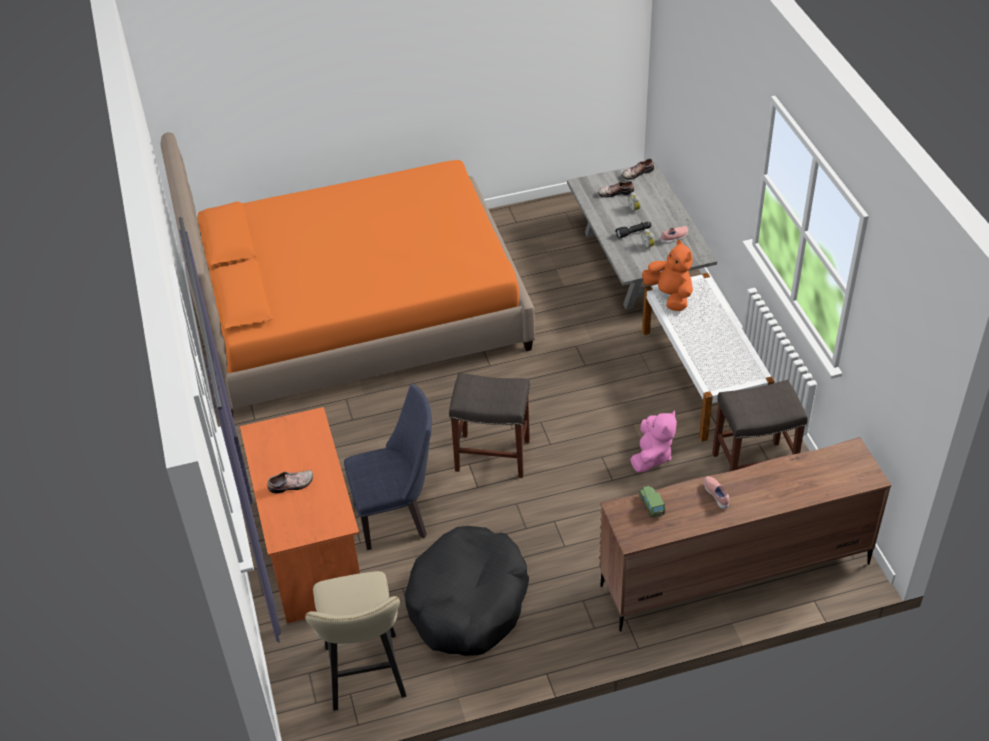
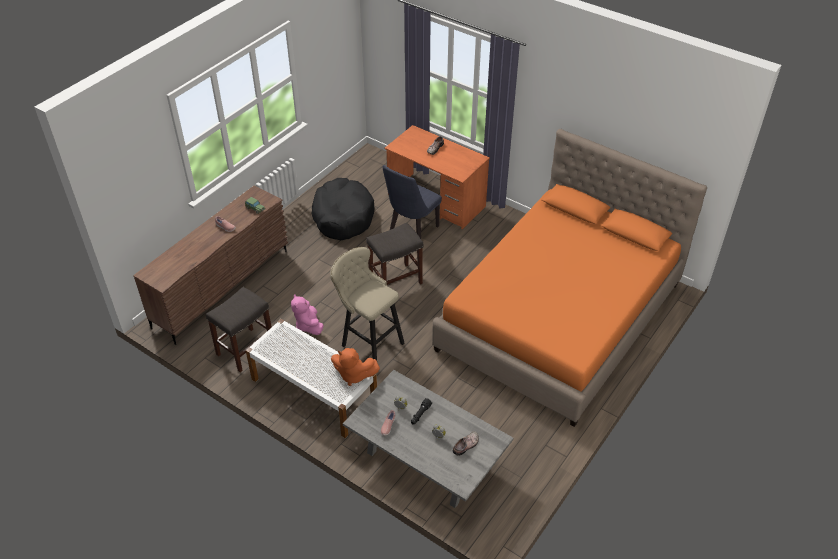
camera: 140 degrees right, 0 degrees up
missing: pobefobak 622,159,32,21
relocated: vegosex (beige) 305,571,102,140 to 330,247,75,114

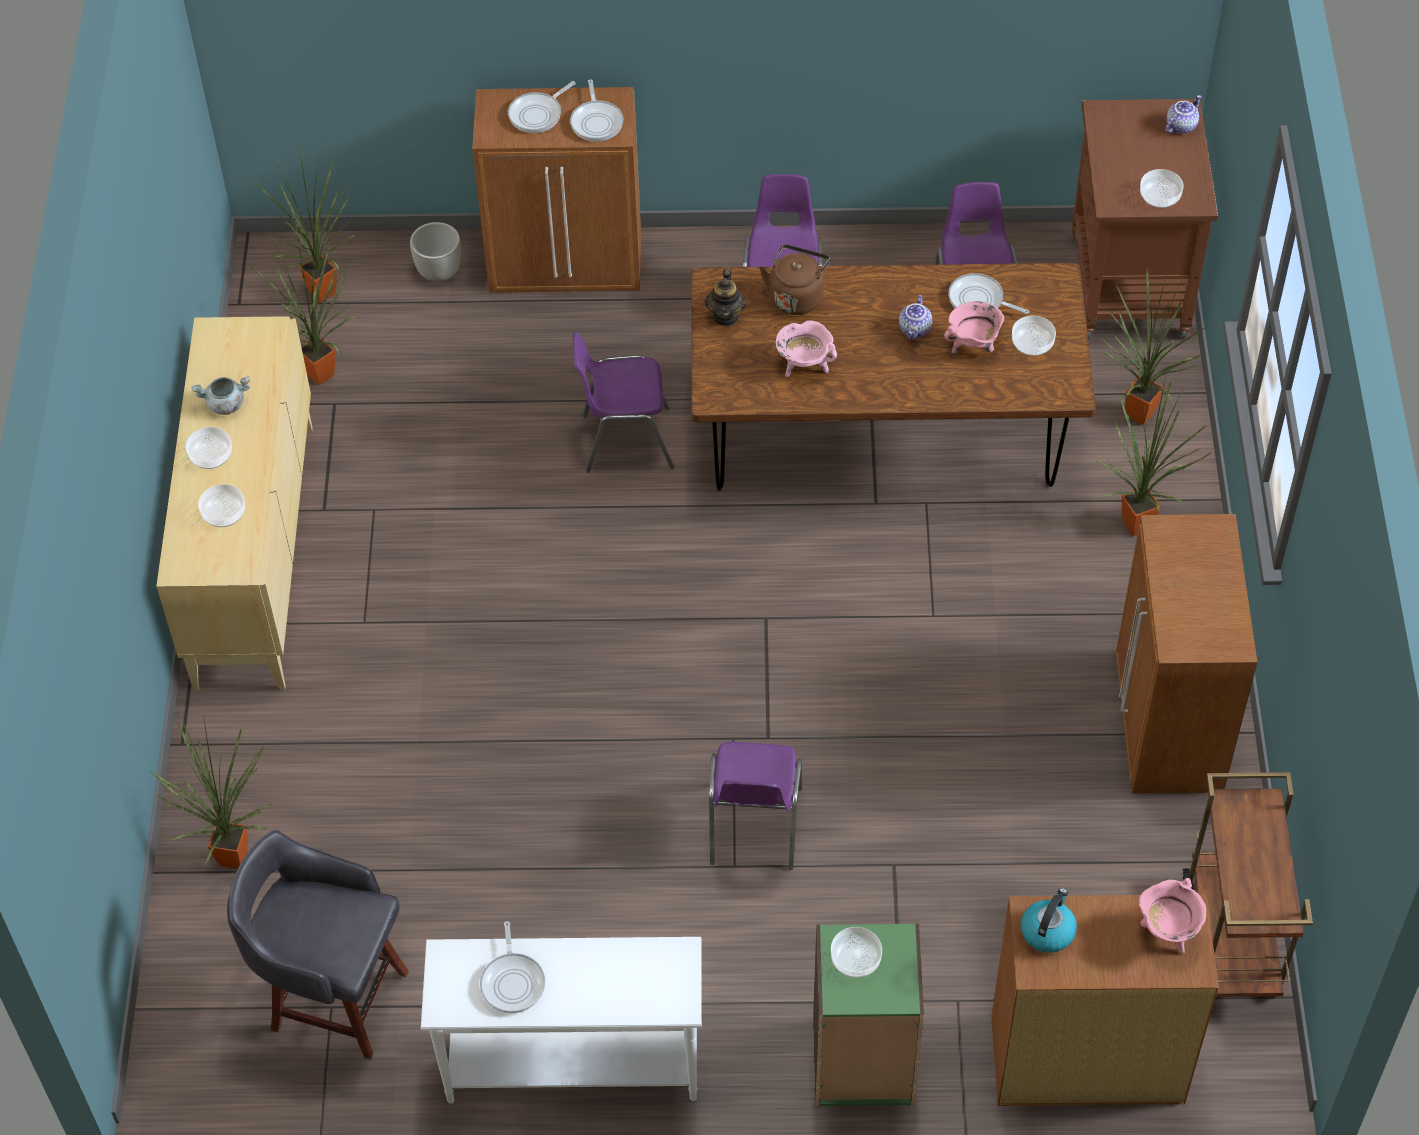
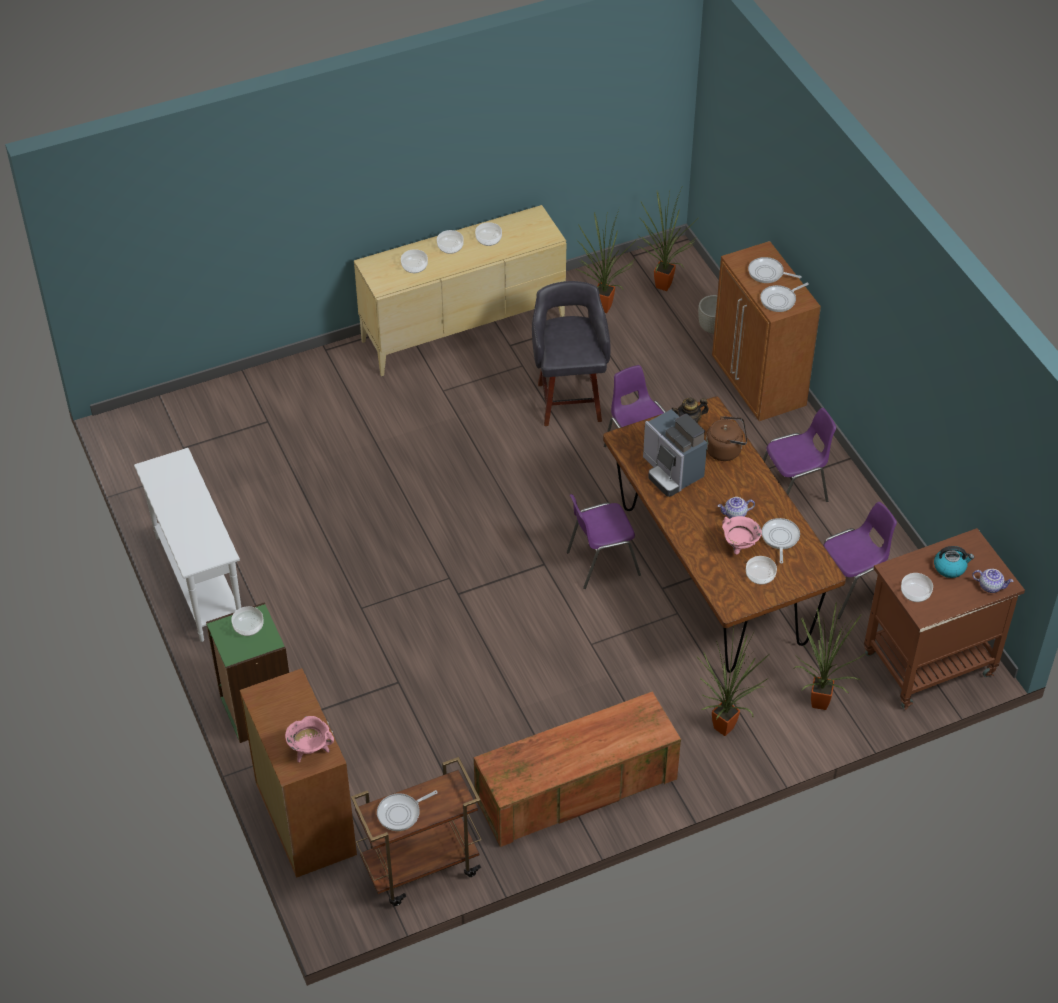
camera: 65 degrees right, 5 degrees down
missing: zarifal 150,710,123,159
relocated: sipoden 480,921,65,92 to 377,790,61,41; vegosex (grey) 227,830,182,230 to 532,281,79,145; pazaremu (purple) 709,742,93,128 to 567,494,74,95; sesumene 1021,888,56,65 to 934,546,40,32
exchanged: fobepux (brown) 1116,514,141,279 to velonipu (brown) 474,691,207,156; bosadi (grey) 192,376,58,39 to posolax 475,222,27,24; bosadi (pink) 776,320,61,57 to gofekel 643,409,64,88

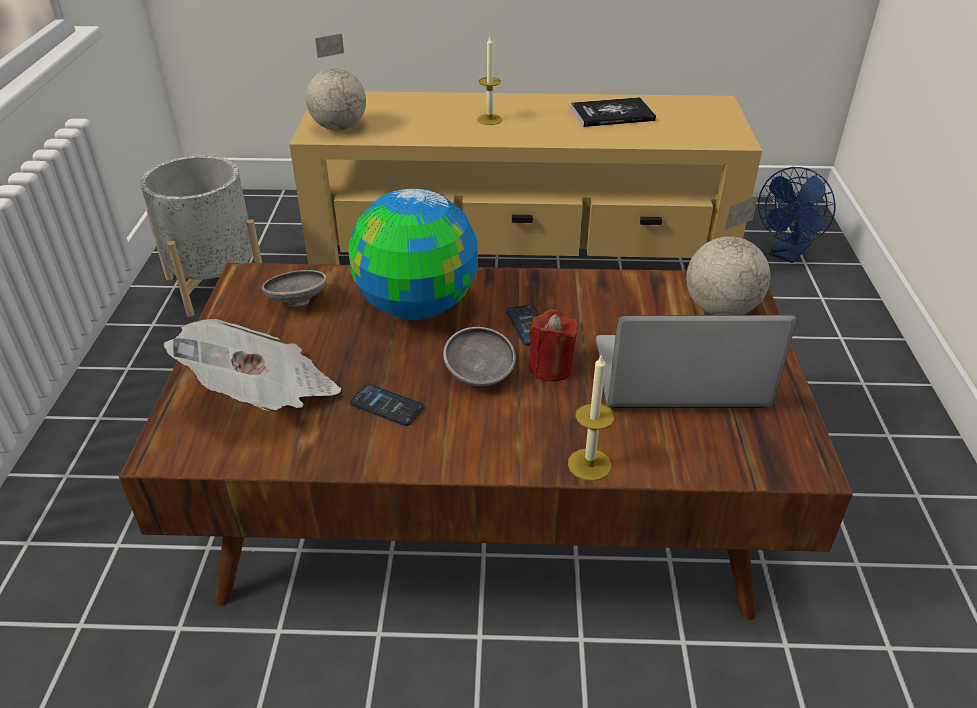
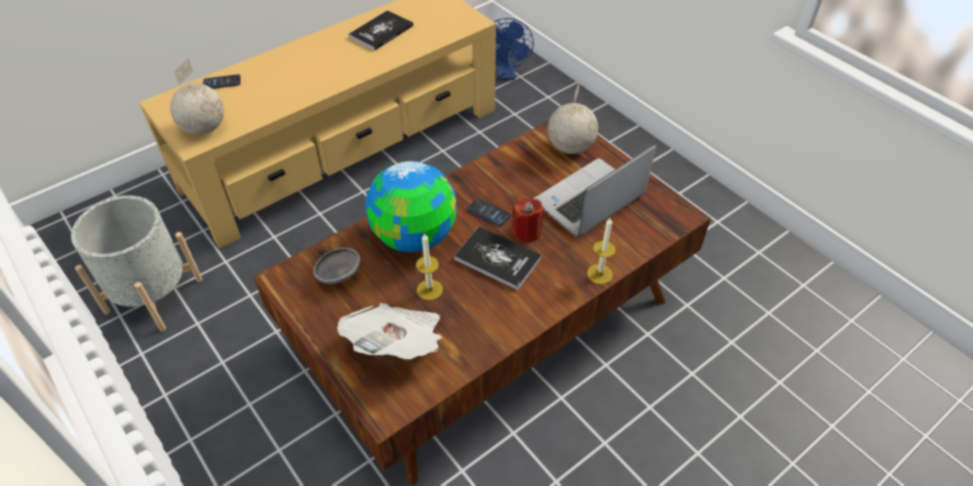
camera: 40 degrees left, 10 degrees up
relocated: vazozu 350,384,74,42 to 203,74,37,15; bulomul 477,37,25,88 to 416,233,27,67
exchanged: posolax (grey) 443,327,73,60 to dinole 454,227,88,63

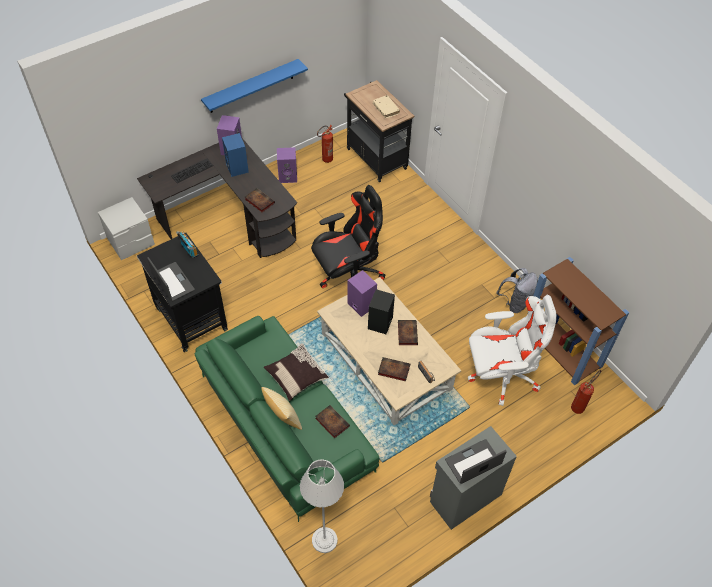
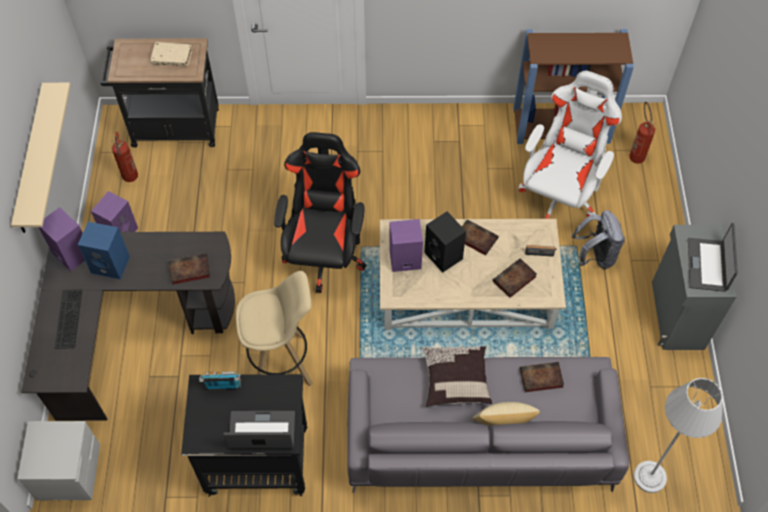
camera: 55 degrees left, 5 degrees up
appeared: vegosex (beige) 236,271,77,115
relocated: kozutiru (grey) 497,268,41,45 to 572,210,53,59
colour: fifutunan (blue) 201,59,107,54 to fifutunan (beige) 11,83,60,150; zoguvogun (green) 195,316,185,206 to zoguvogun (grey) 347,357,282,136

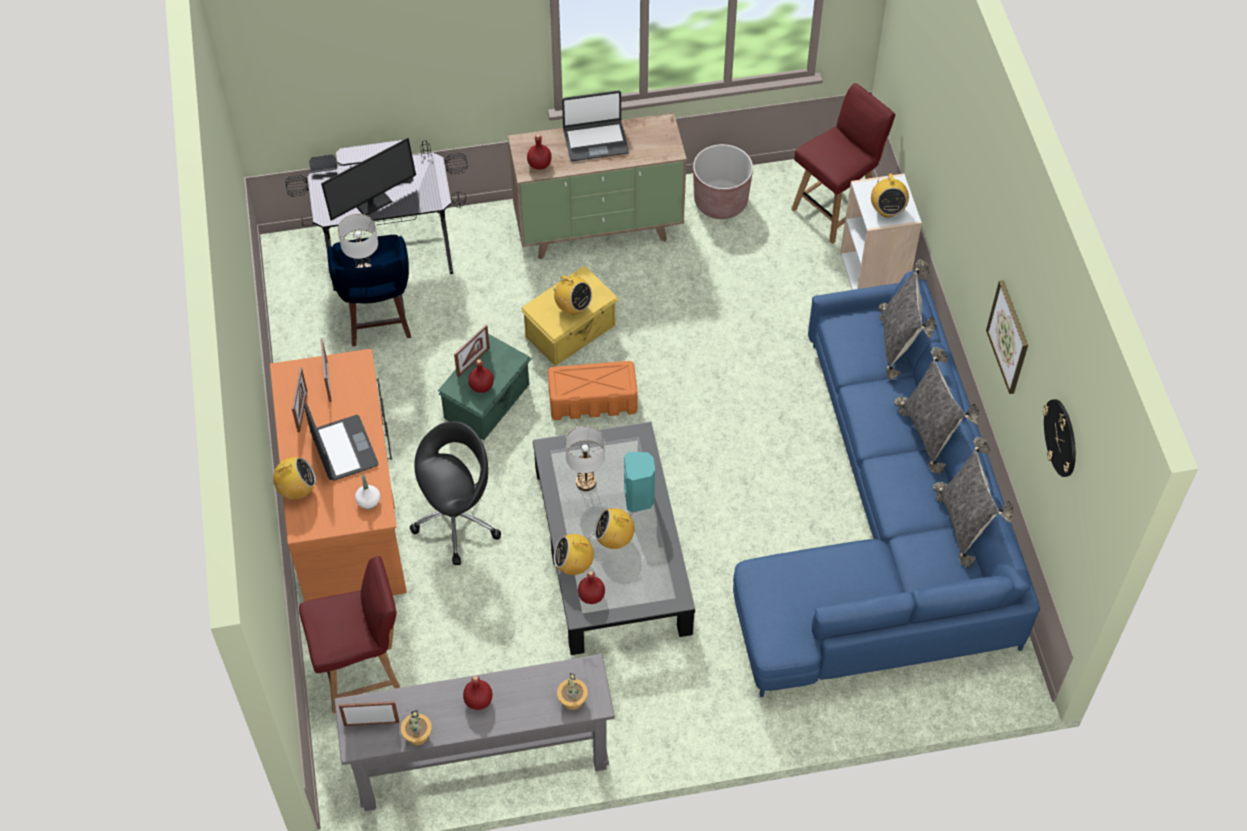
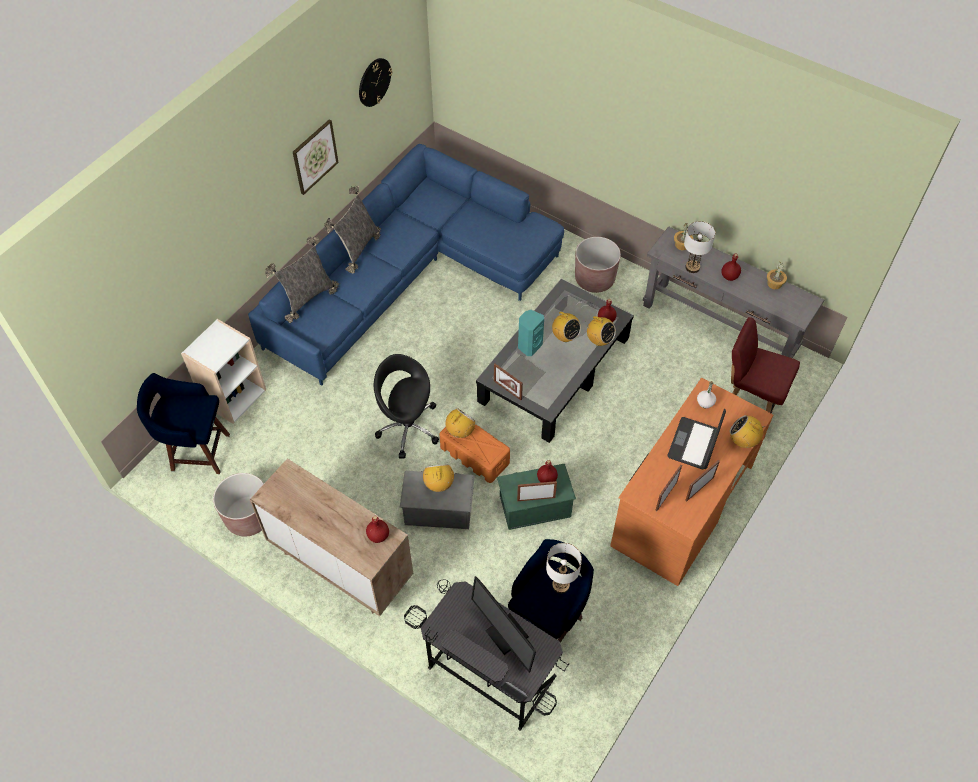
camera: 135 degrees left, 0 degrees up
missing: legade 562,90,67,71; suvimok 933,436,81,133
appeared: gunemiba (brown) 575,237,46,56
relocated: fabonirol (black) 410,421,91,144 to 374,354,65,105; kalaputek 871,174,38,43 to 446,408,29,30; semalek 339,701,60,25 to 494,364,29,36; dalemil 565,426,40,65 to 684,221,32,52
exchanged: pazaremu (red) 791,83,104,161 to vegosex (blue) 137,373,93,101
colour: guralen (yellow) 521,265,99,101 to guralen (grey) 400,471,75,58
spun: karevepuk 321,138,95,83 = 471,576,65,97 135 degrees counterclockwise

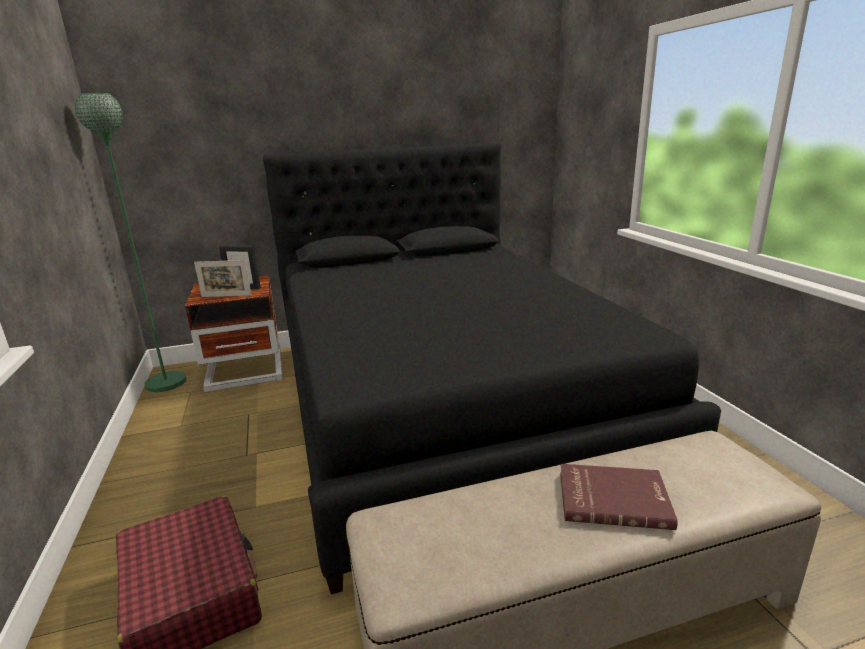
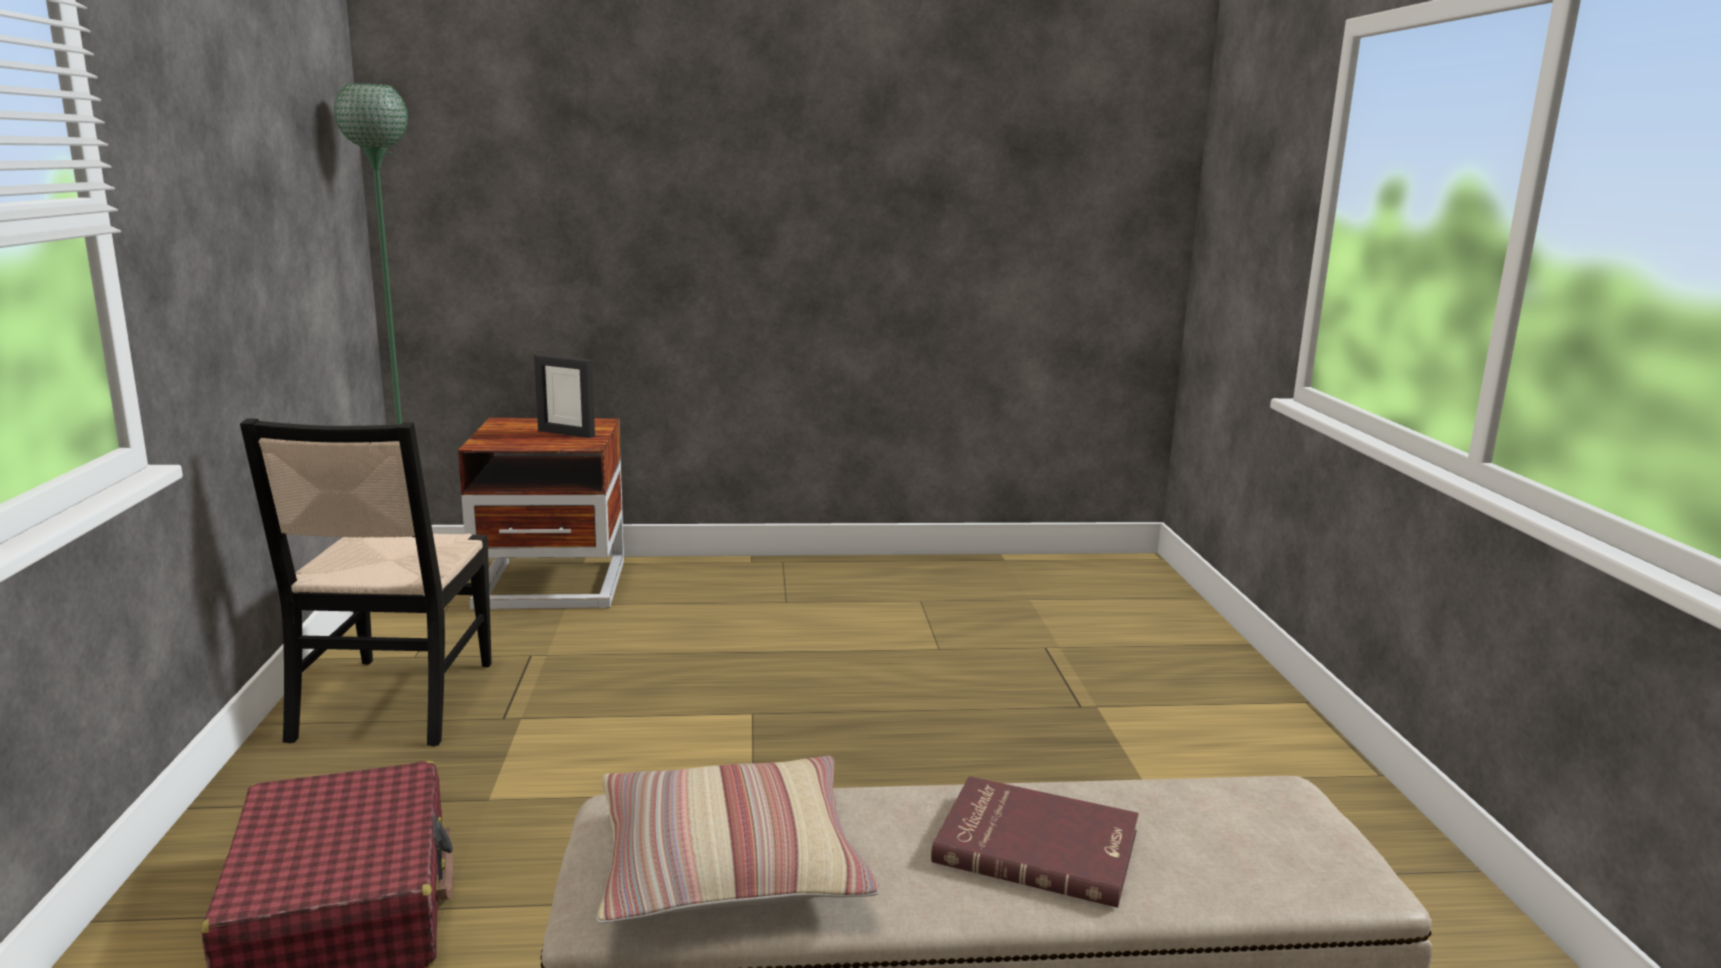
camera: 10 degrees right, 5 degrees down
missing: semalek 194,260,57,37; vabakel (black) 263,142,458,452
appeared: pazaremu 240,418,252,328; suvimok 596,756,284,168

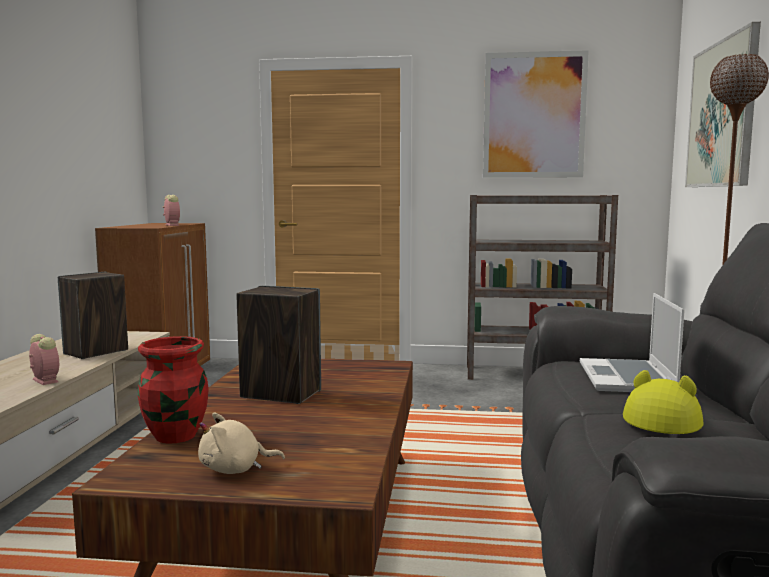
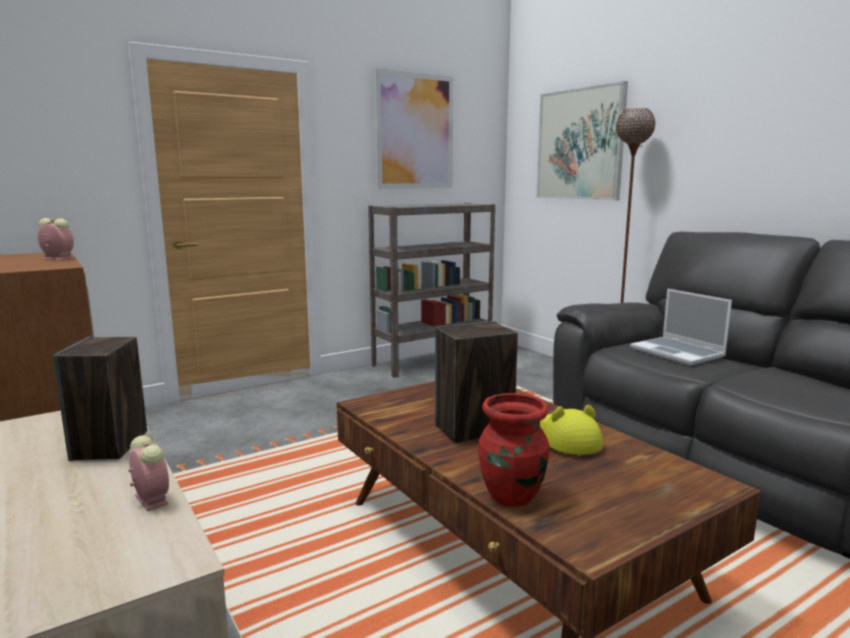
camera: 40 degrees left, 5 degrees up
missing: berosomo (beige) 198,413,87,61
relocated: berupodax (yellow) 623,370,80,64 to 540,405,63,50
spun: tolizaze 29,334,30,51 = 128,435,41,76 45 degrees clockwise

